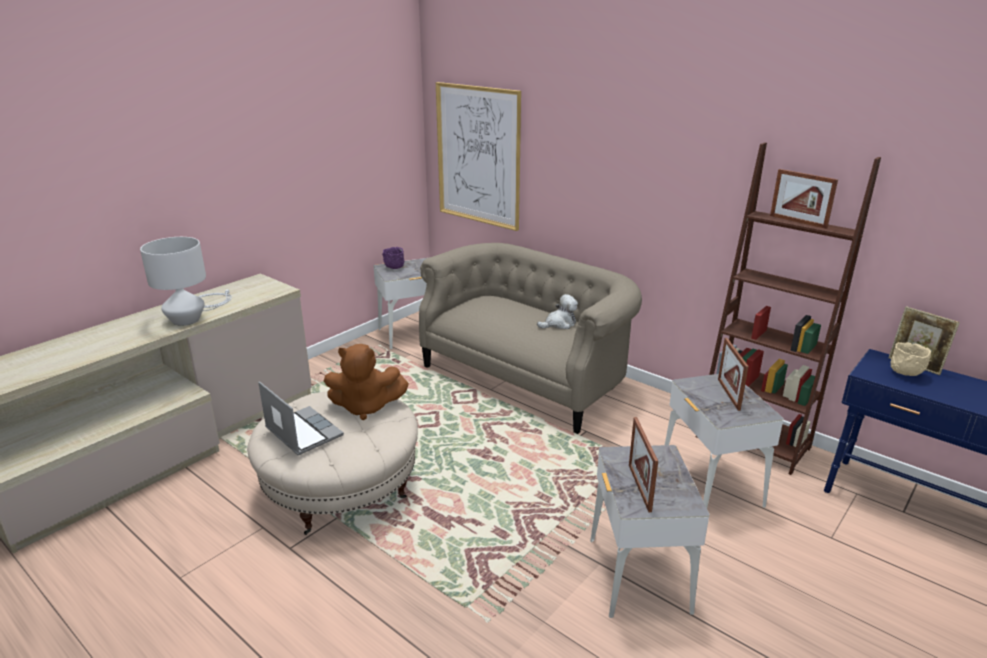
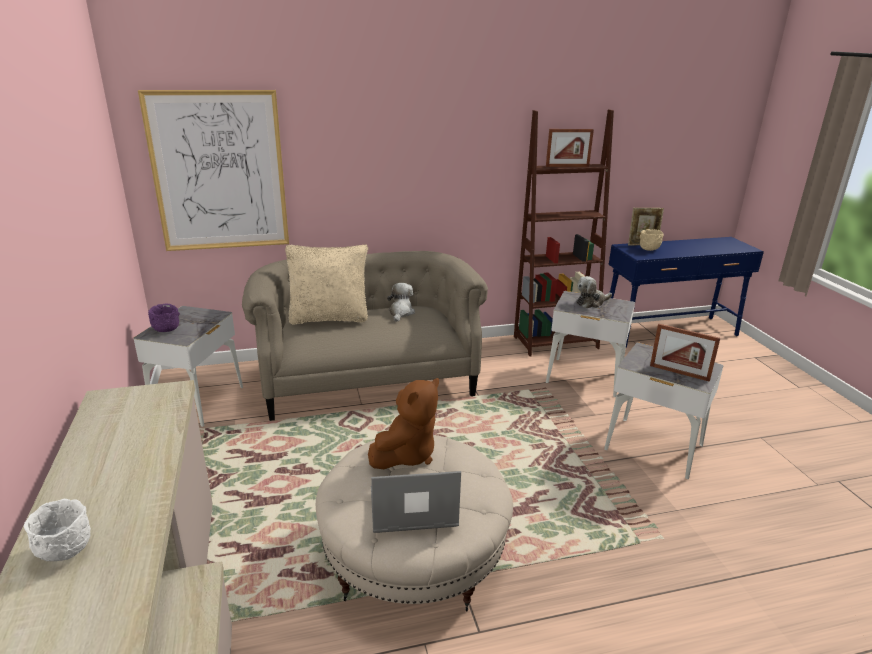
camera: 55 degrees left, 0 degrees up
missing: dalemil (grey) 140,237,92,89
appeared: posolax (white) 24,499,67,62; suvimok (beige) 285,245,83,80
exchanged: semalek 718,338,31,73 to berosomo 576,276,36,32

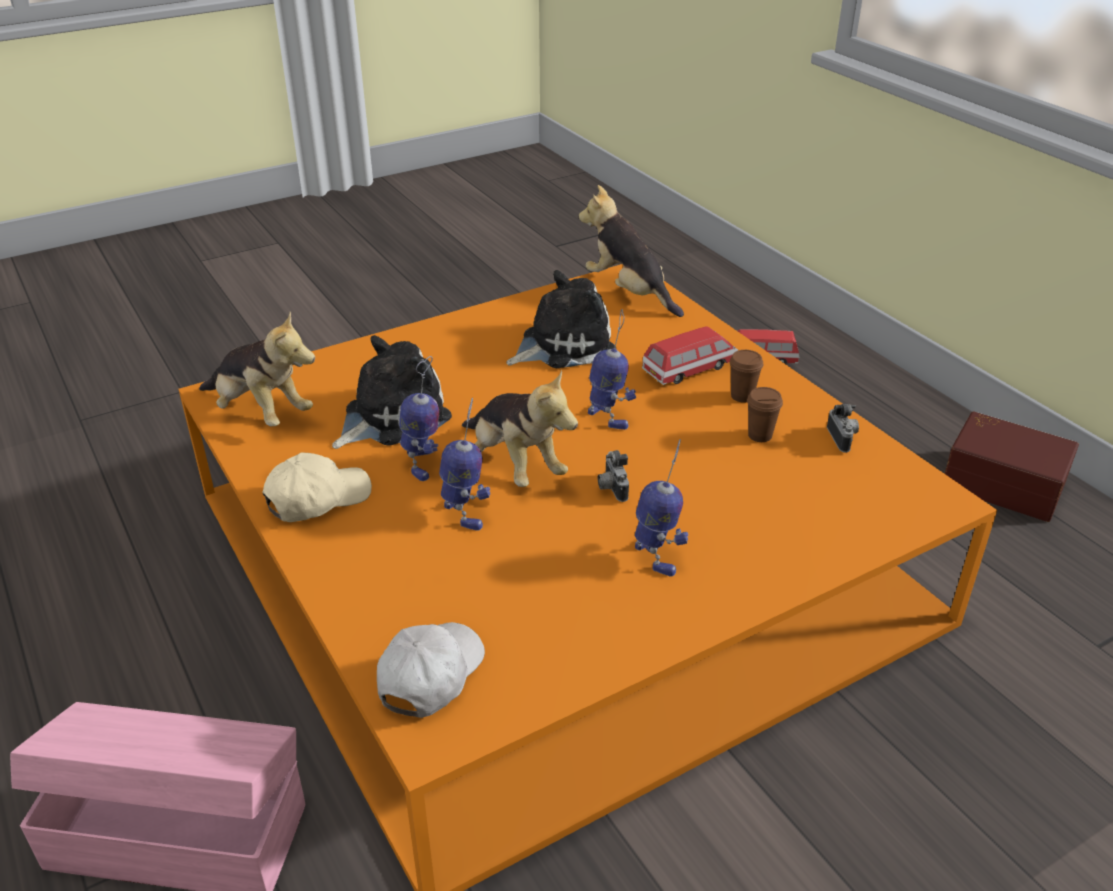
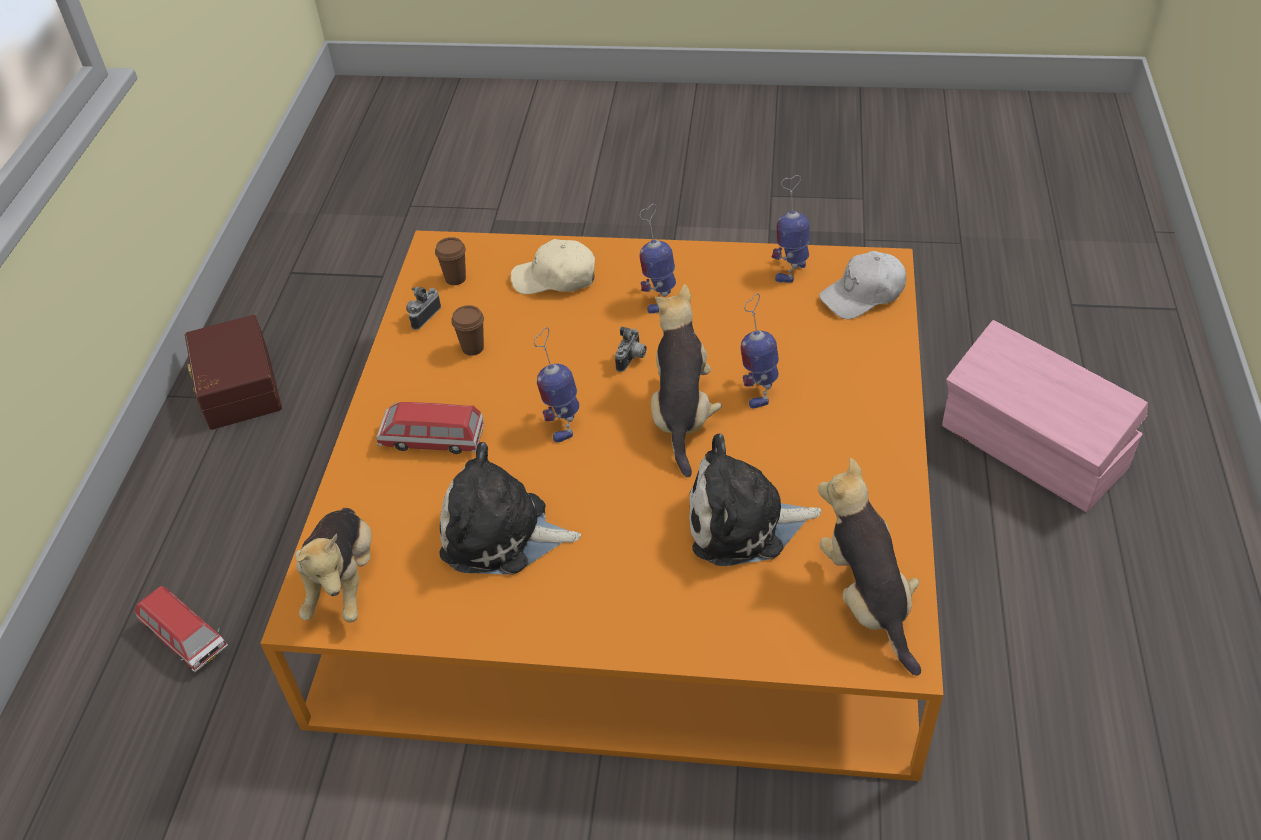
camera: 140 degrees left, 10 degrees up
relocated: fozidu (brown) 730,350,33,53 to 435,237,31,48; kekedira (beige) 262,452,110,70 to 511,239,84,55; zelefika 399,356,40,125 to 772,175,38,108

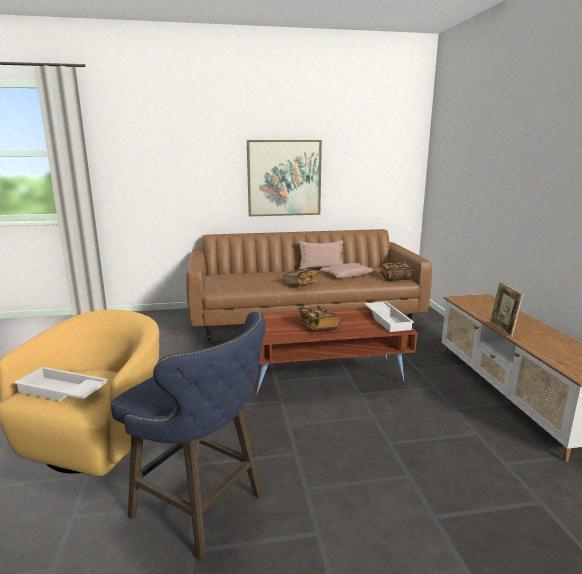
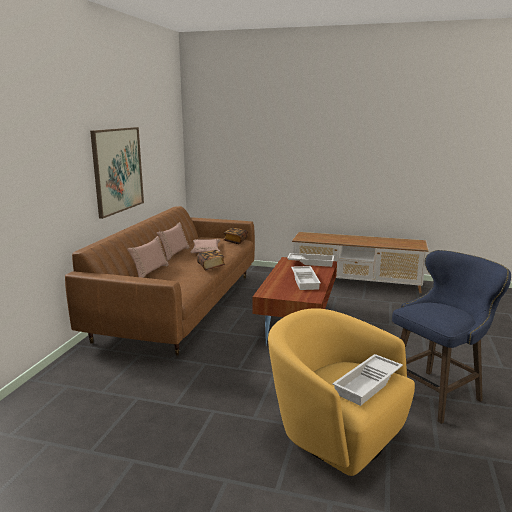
camera: 65 degrees left, 0 degrees up
missing: semalek 490,282,33,55
appeared: suvimok (beige) 127,236,42,42
exchanged: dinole 297,306,44,25 to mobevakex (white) 291,266,30,24

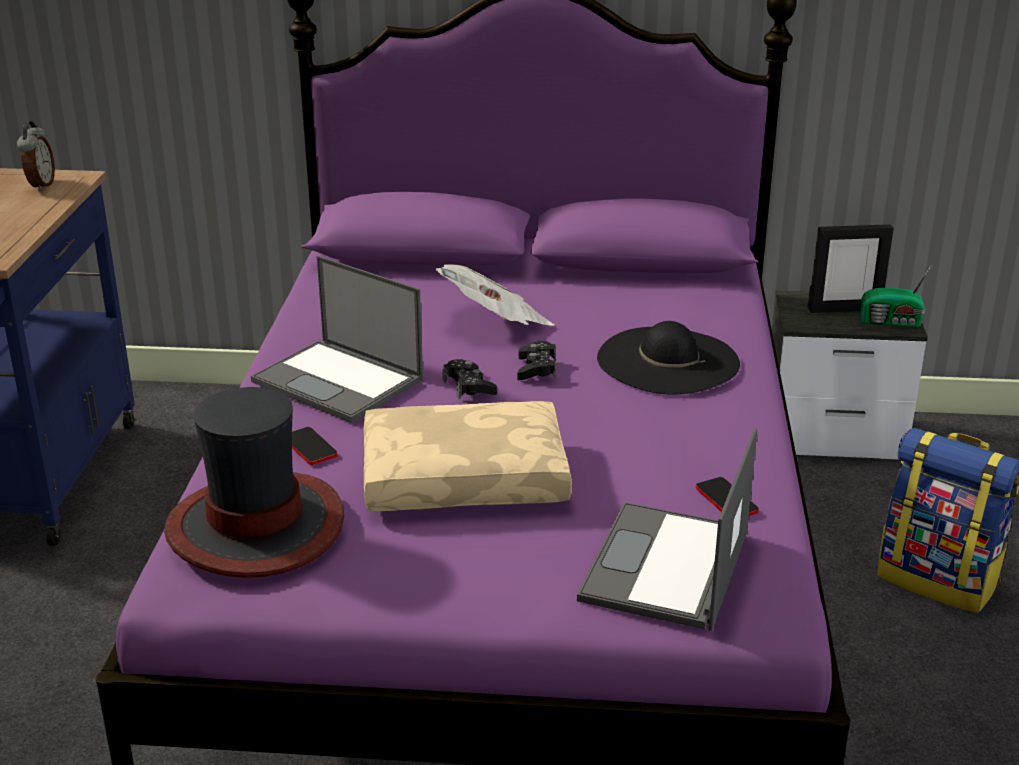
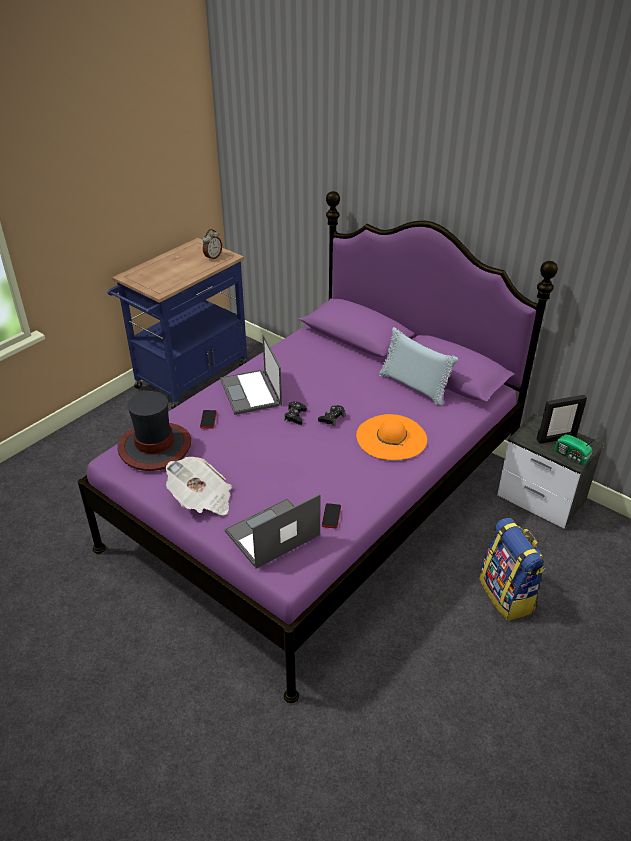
camera: 35 degrees right, 10 degrees up
missing: suvimok (beige) 364,401,208,110
appeared: suvimok (blue) 379,327,79,79
relocated: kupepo 435,264,119,62 to 166,457,66,58
colour: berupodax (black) 597,321,143,74 to berupodax (orange) 356,414,71,46
spun: semalek 808,224,85,89 = 536,395,51,49 45 degrees counterclockwise

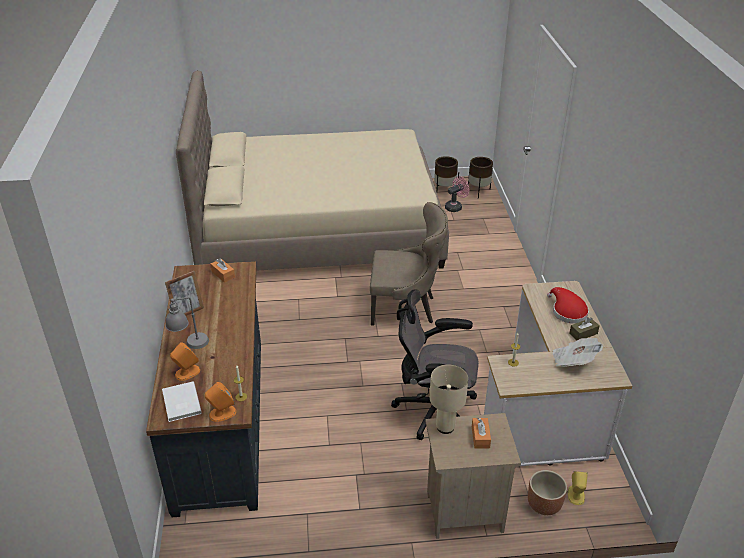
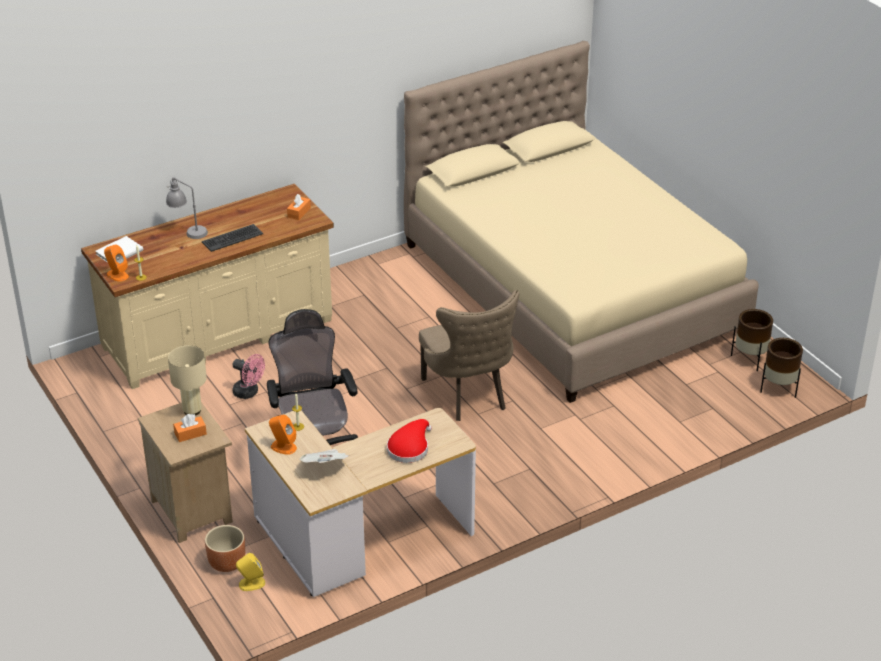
camera: 65 degrees right, 0 degrees up
missing: semalek 165,271,39,45; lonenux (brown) 569,317,31,23
appeared: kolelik 202,224,61,28
relocated: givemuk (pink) 445,176,24,36 to 233,354,32,45; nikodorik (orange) 170,342,30,39 to 269,415,28,40
colour: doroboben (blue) 146,261,115,256 to doroboben (beige) 81,184,253,205

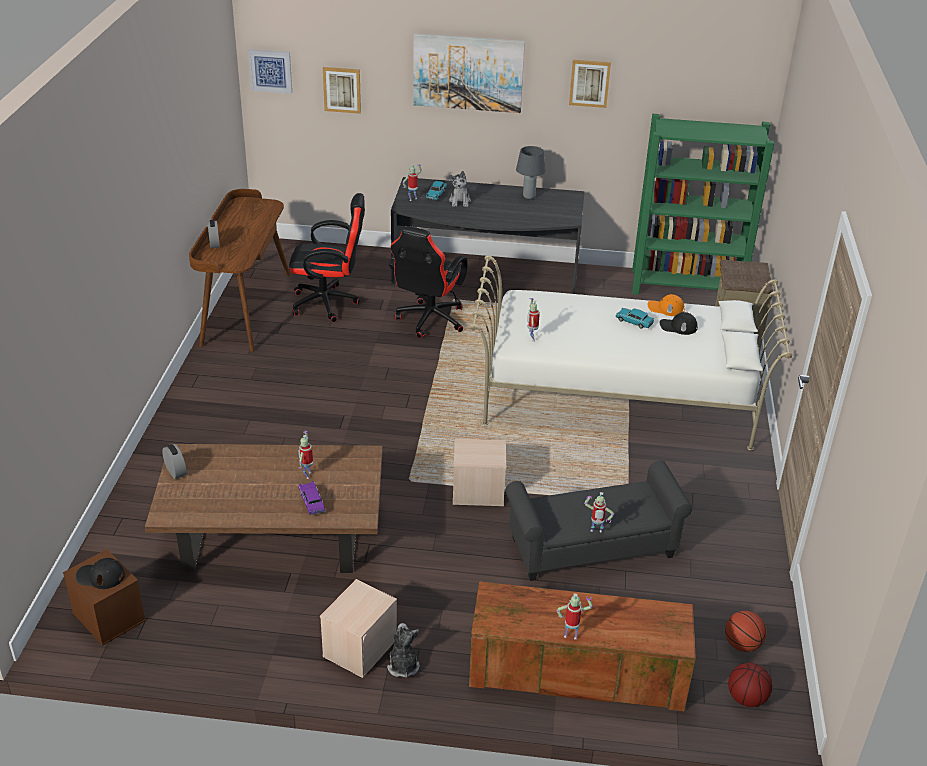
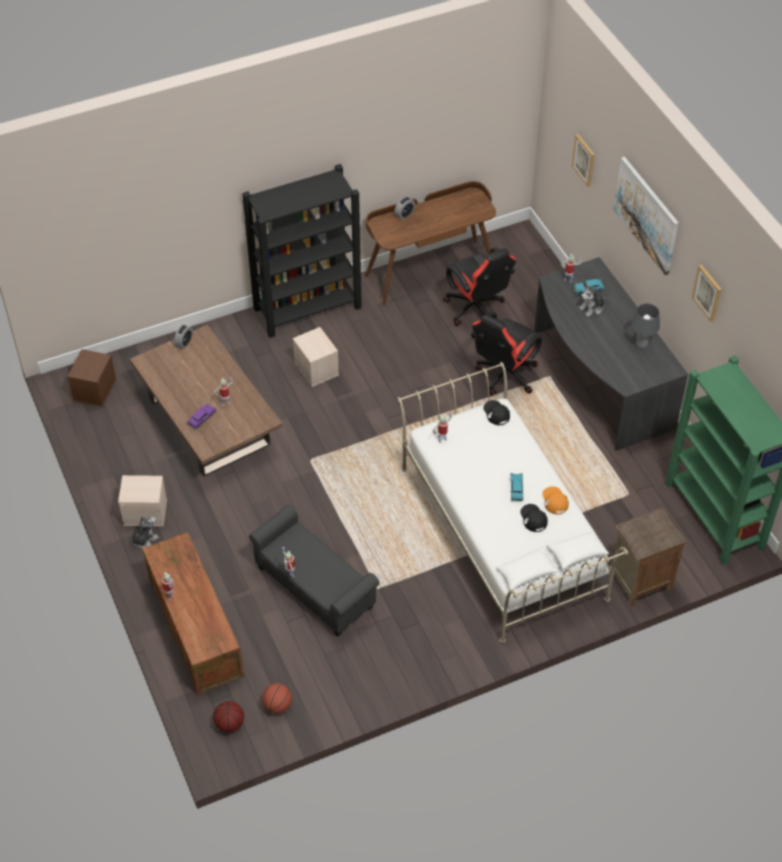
camera: 60 degrees right, 15 degrees up
missing: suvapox 248,49,44,45
appeared: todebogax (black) 242,164,120,174
relocated: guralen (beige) 453,439,53,67 to 293,327,46,60; kekedira (black) 76,558,49,31 to 483,400,27,25
spun: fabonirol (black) 389,226,79,112 = 471,312,71,83 45 degrees counterclockwise

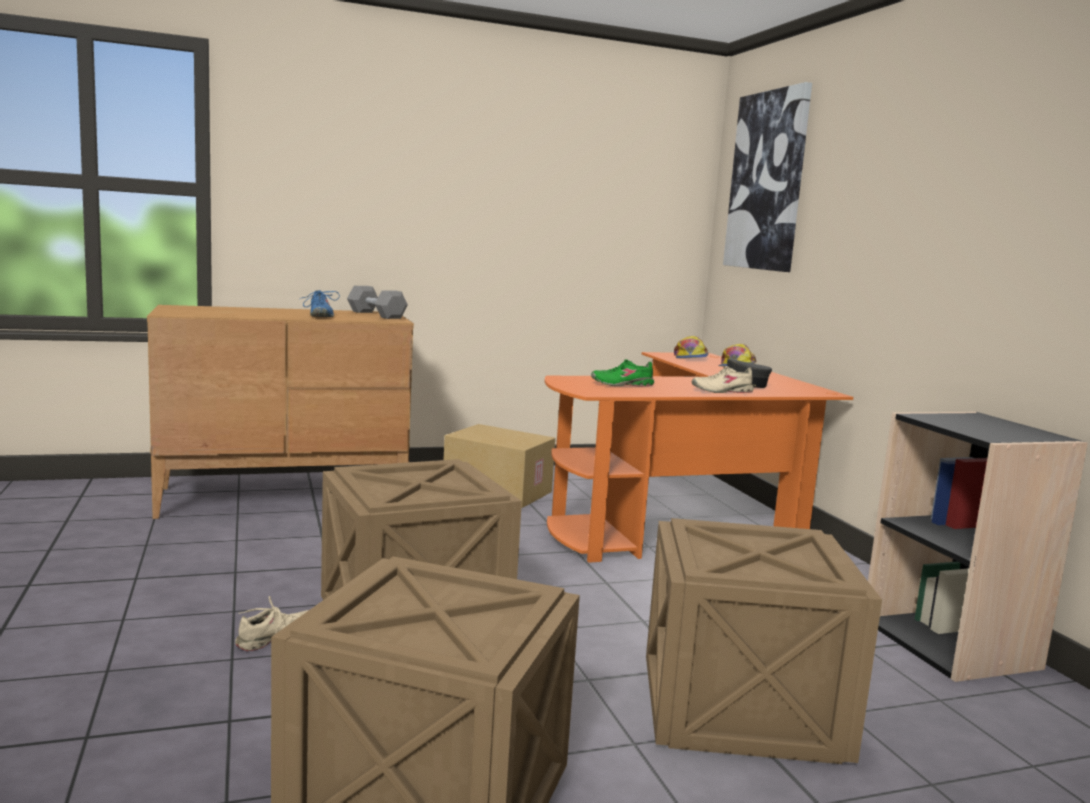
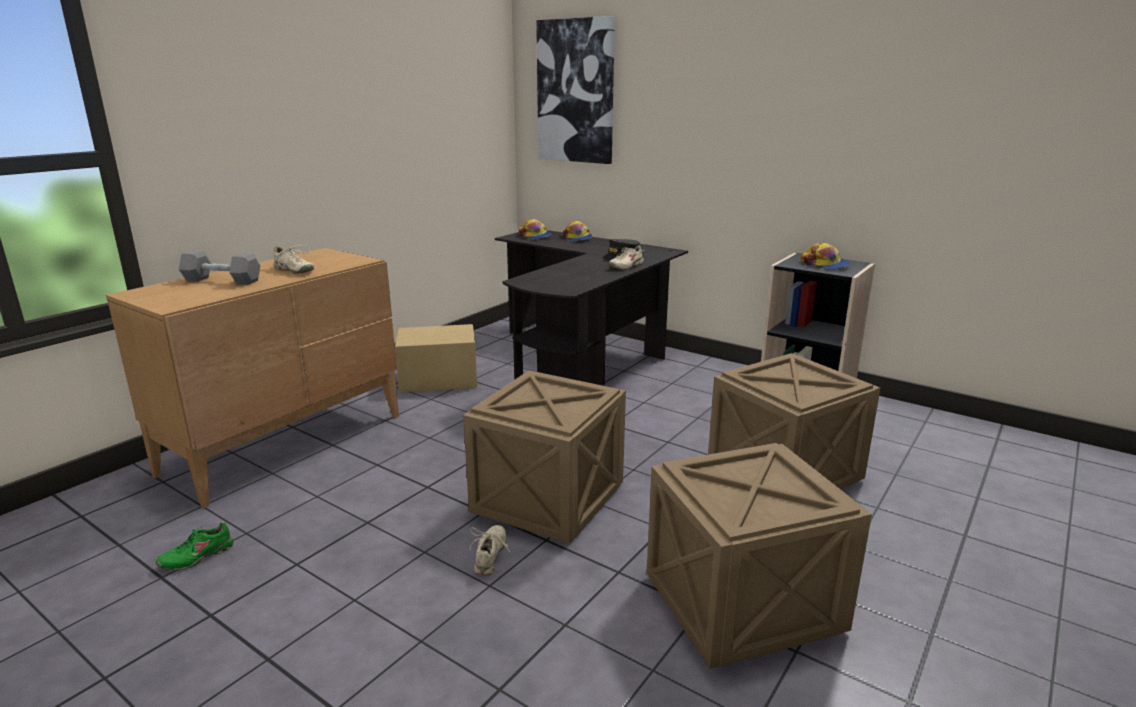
camera: 35 degrees left, 10 degrees up
appeared: kekedira 801,243,50,27
relocated: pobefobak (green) 591,359,63,27 to 156,521,78,49; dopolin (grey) 347,286,61,33 to 179,250,81,35
colour: pobefobak (blue) 300,290,40,27 to pobefobak (beige) 268,244,46,30; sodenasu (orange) 545,352,308,211 to sodenasu (black) 495,230,193,156

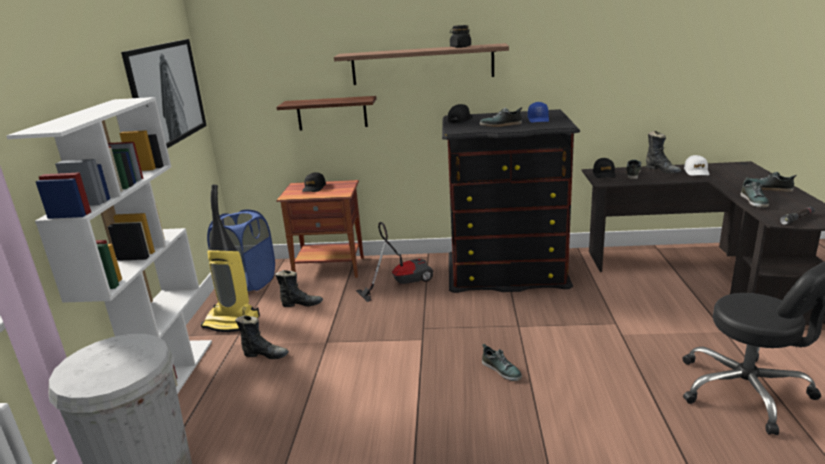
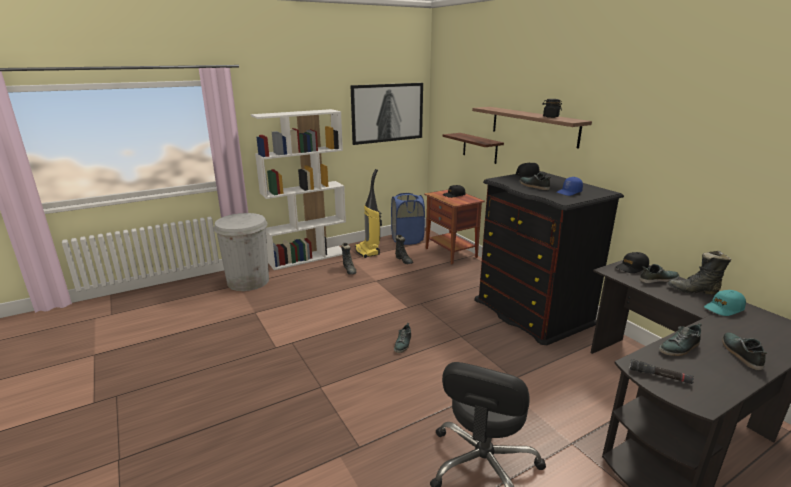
camera: 55 degrees right, 0 degrees up
missing: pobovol 356,222,77,80
colour: kekedira (white) 684,155,25,20 to kekedira (turquoise) 704,290,42,26
spun: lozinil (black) 646,131,35,43 = 668,251,63,44 75 degrees clockwise

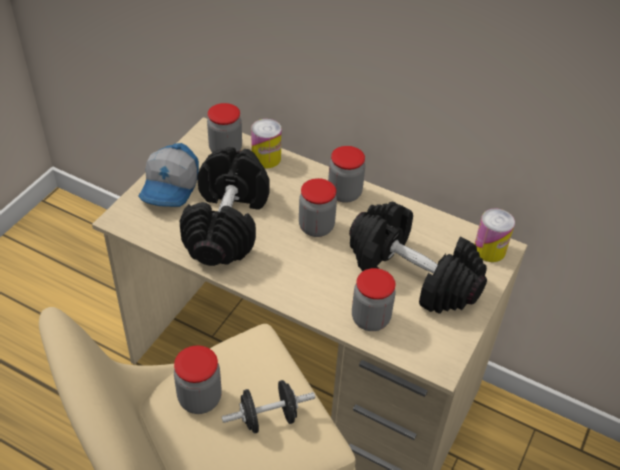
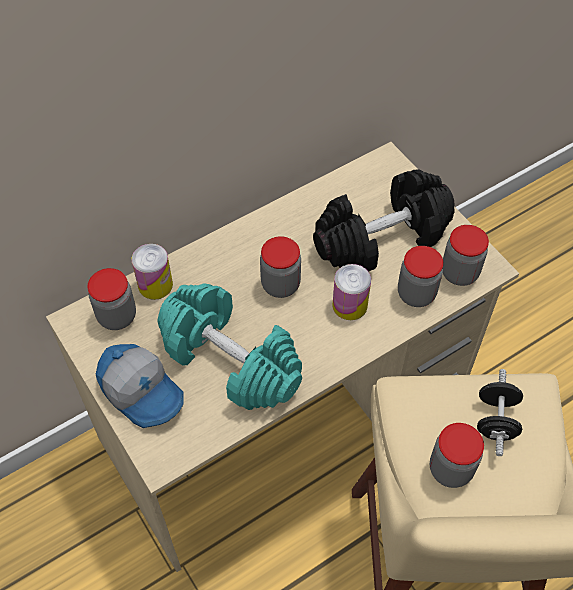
camera: 60 degrees left, 10 degrees up
relocated: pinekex 475,208,40,54 to 332,264,39,56; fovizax 328,146,37,57 to 443,225,46,61
colour: dopolin (black) 179,147,90,119 to dopolin (turquoise) 158,283,144,127

